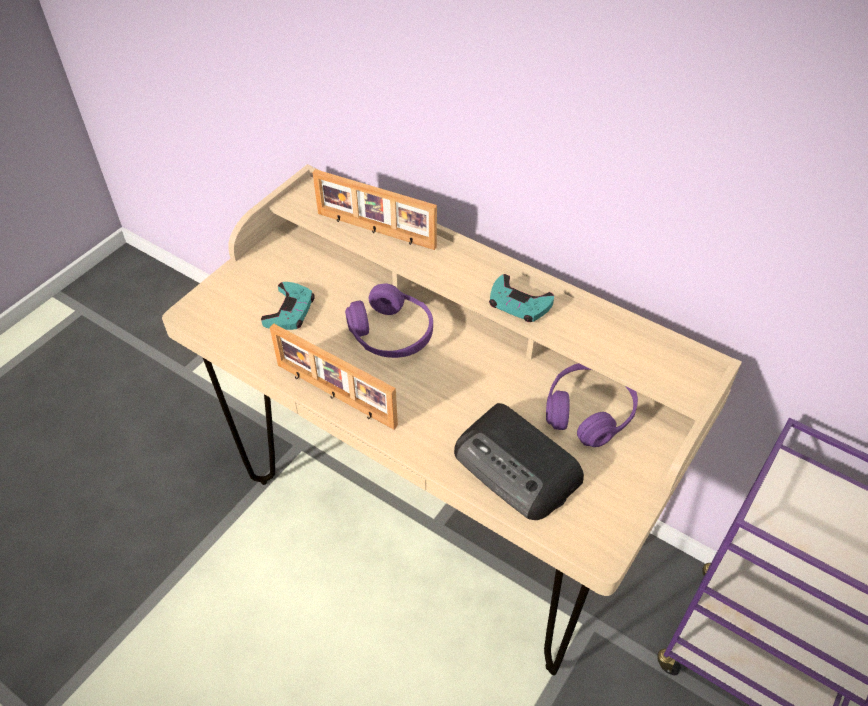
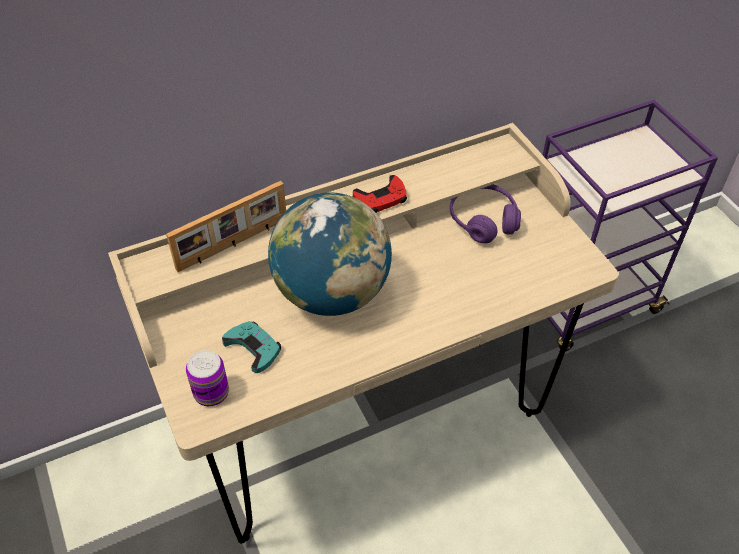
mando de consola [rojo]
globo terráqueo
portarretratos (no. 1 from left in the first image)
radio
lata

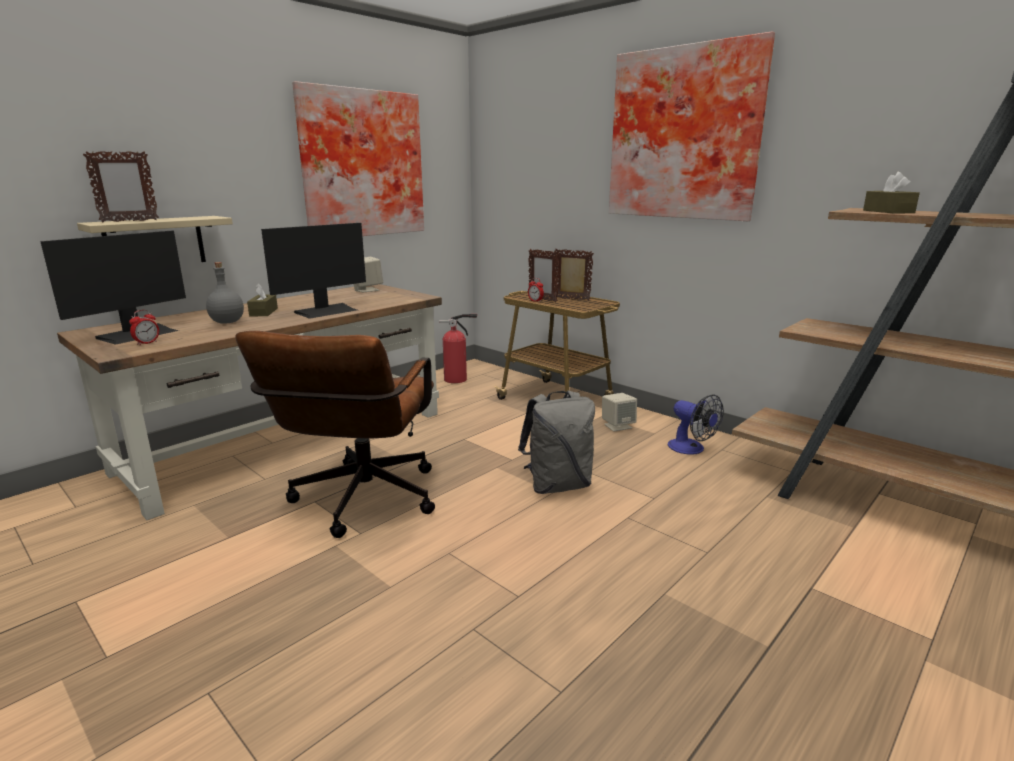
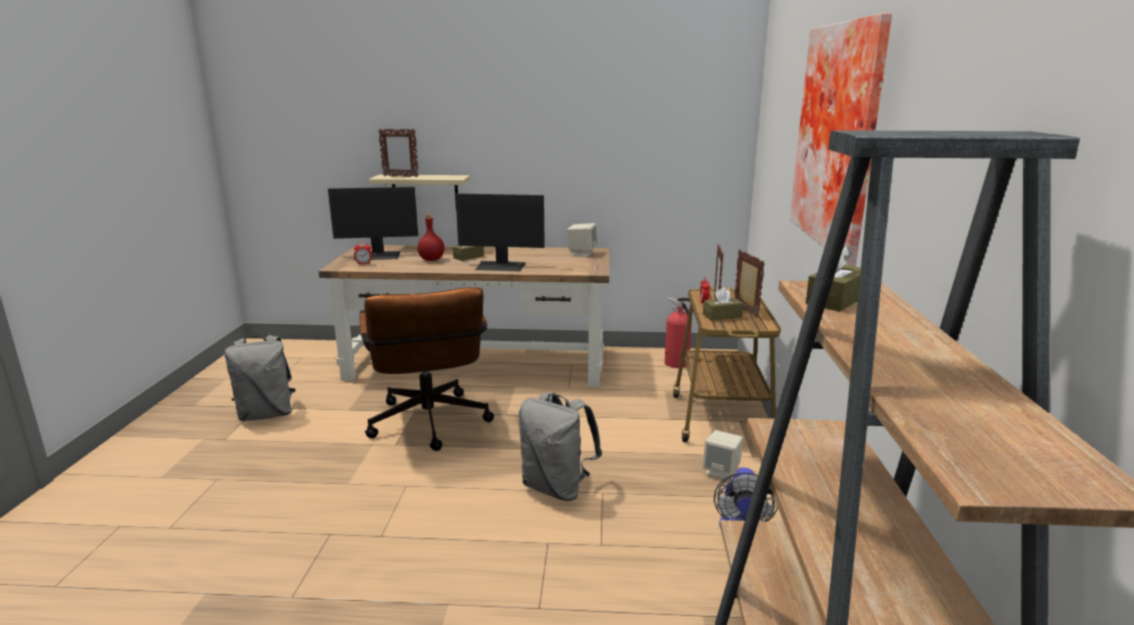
cuadro (no. 1 from left in the first image)
botella [rojo]
silla de oficina [marrón]
caja de pañuelos [marrón] (no. 2 from left)
mochila [gris] (no. 1 from left)

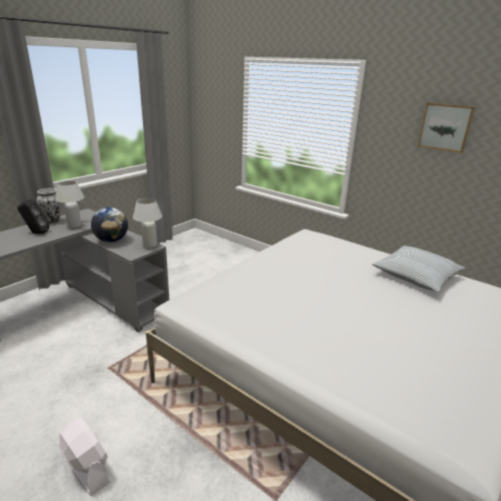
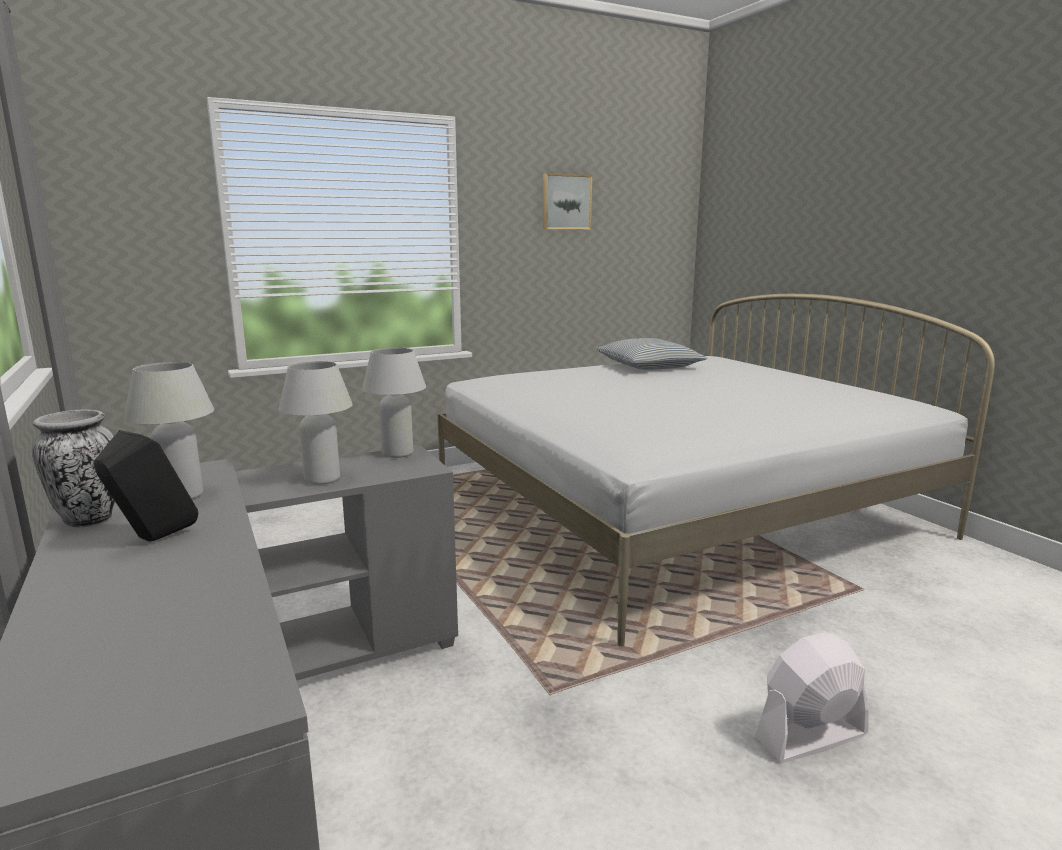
lámpara de mesa [blanco] (no. 2 from left)

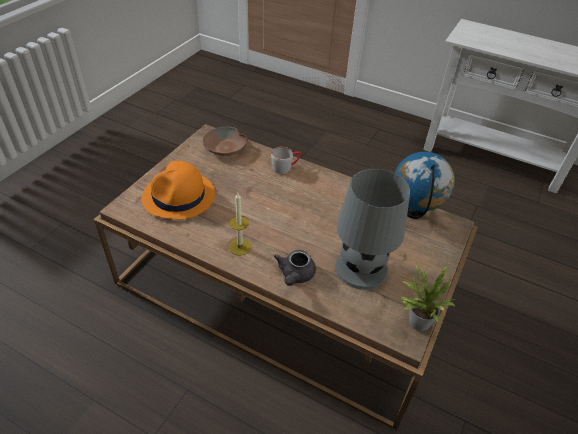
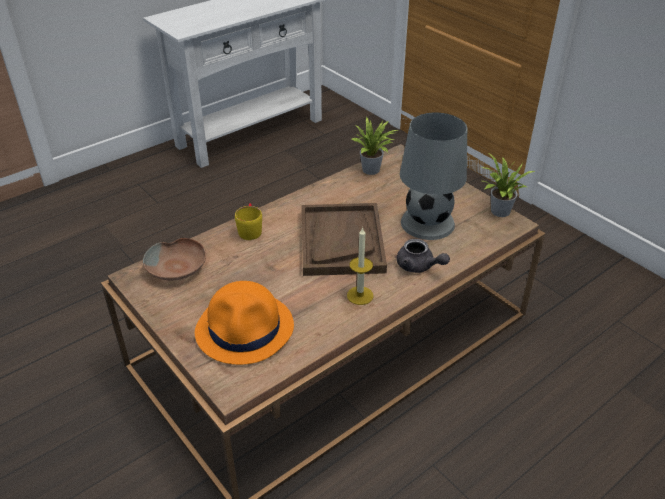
taza grande [amarillo]
planta en maceta (no. 1 from left)
bandeja [marrón]

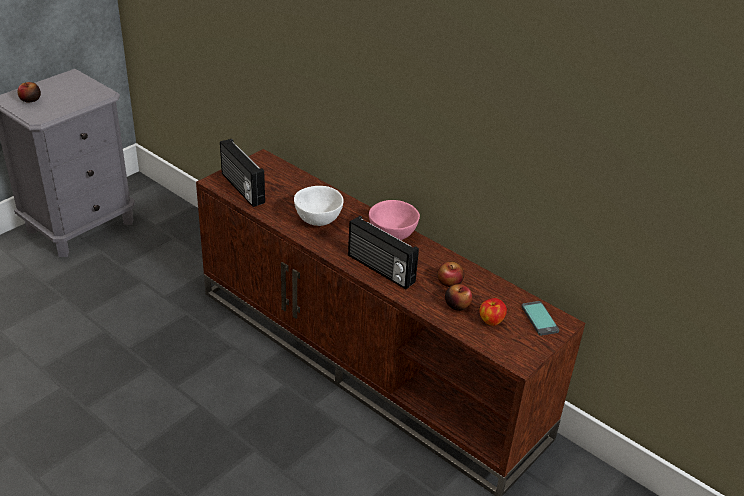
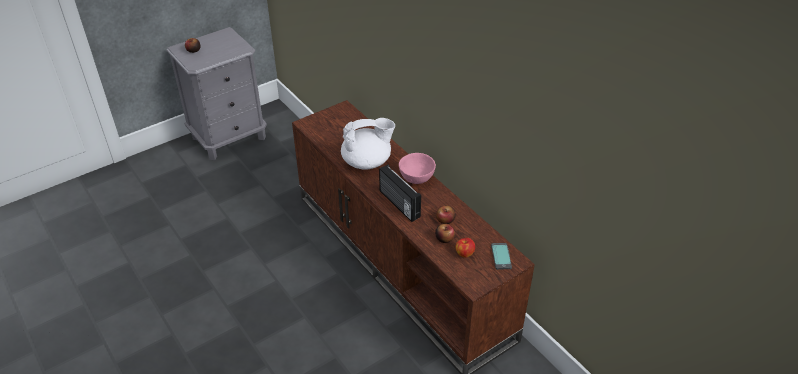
radio (no. 1 from left in the first image)
tetera [blanco]

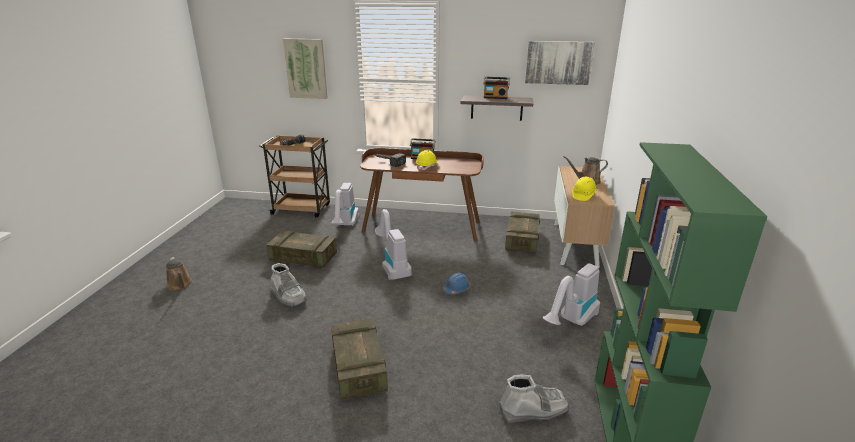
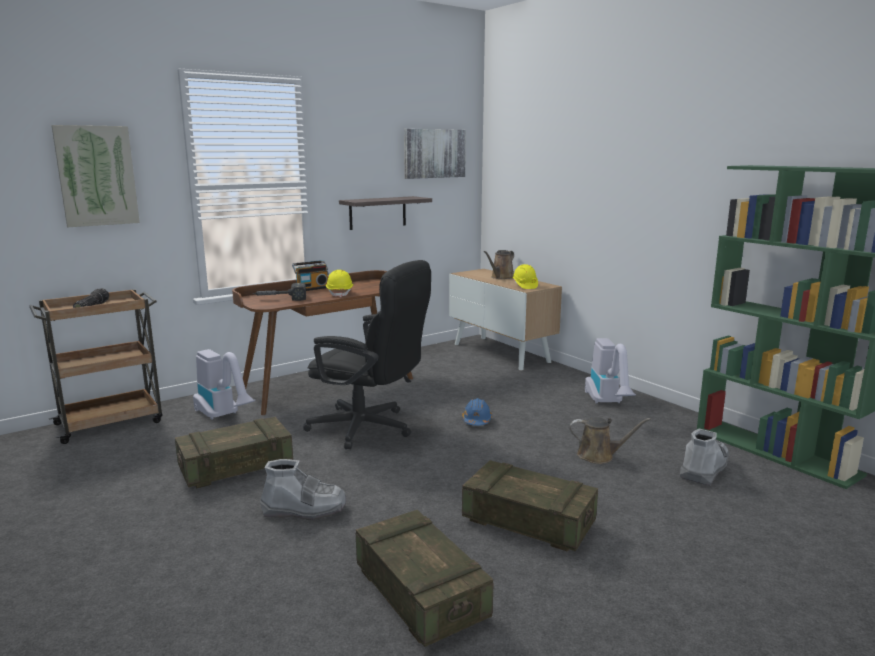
radio (no. 2 from left in the first image)
silla de oficina [negro]
caja de embalaje (no. 2 from left)
regadera [marrón] (no. 2 from left)

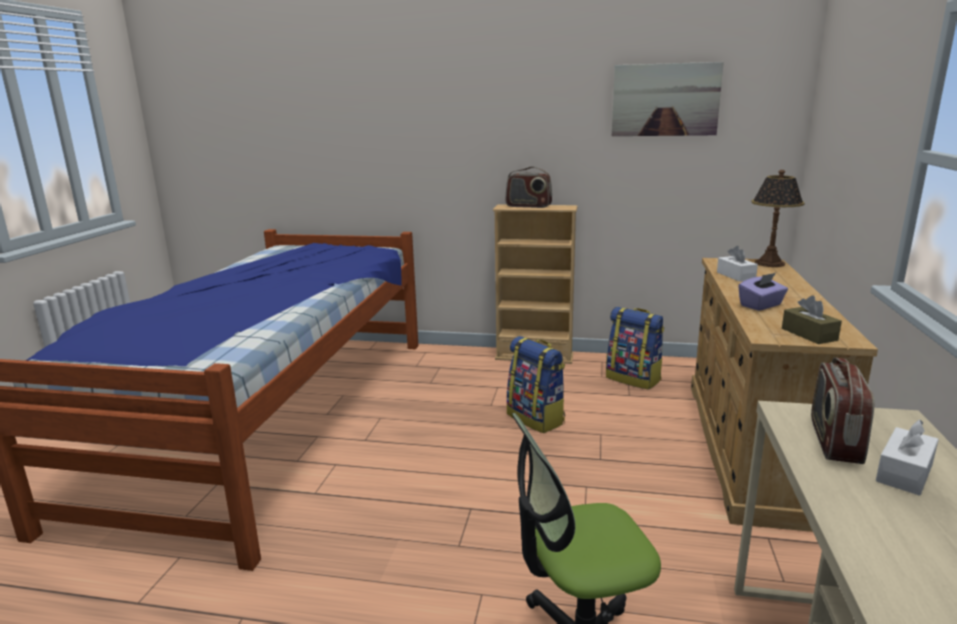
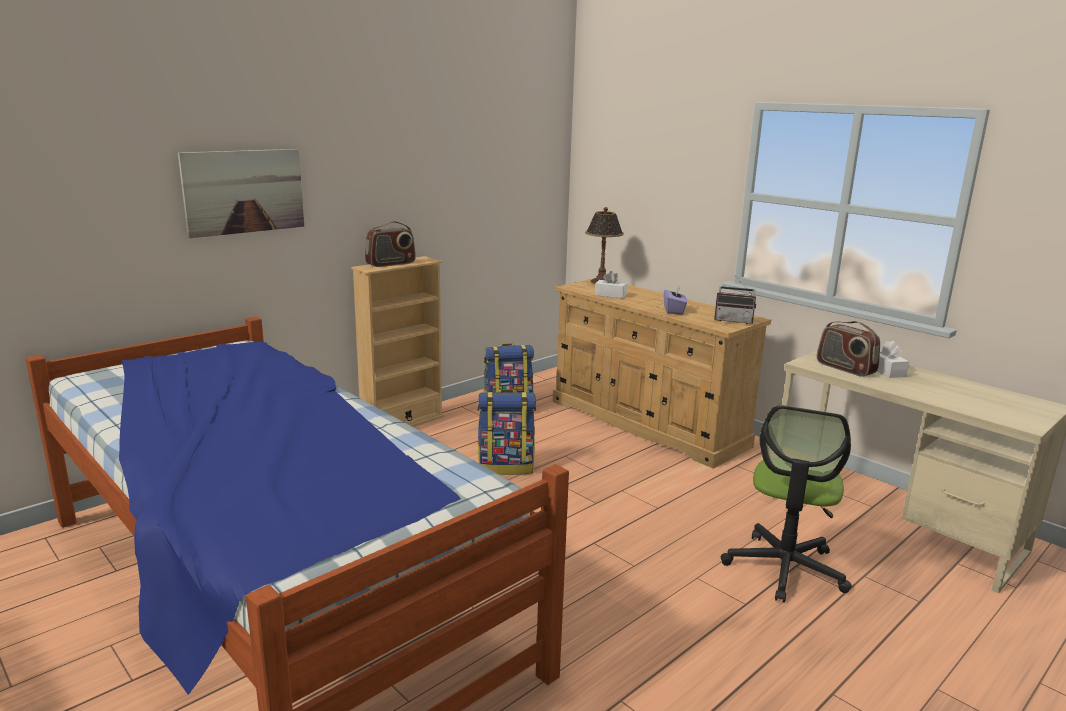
cuadro
radio (no. 2 from left)

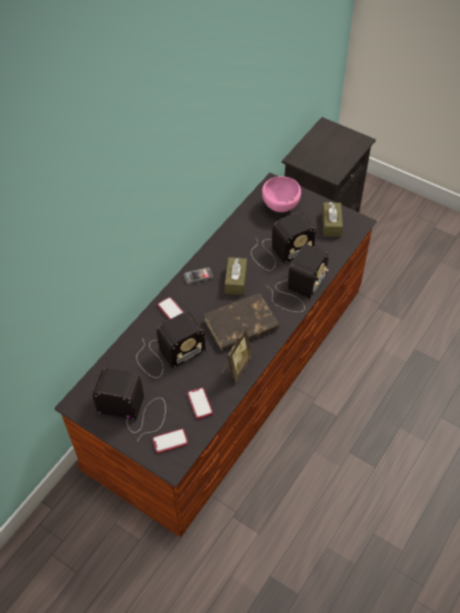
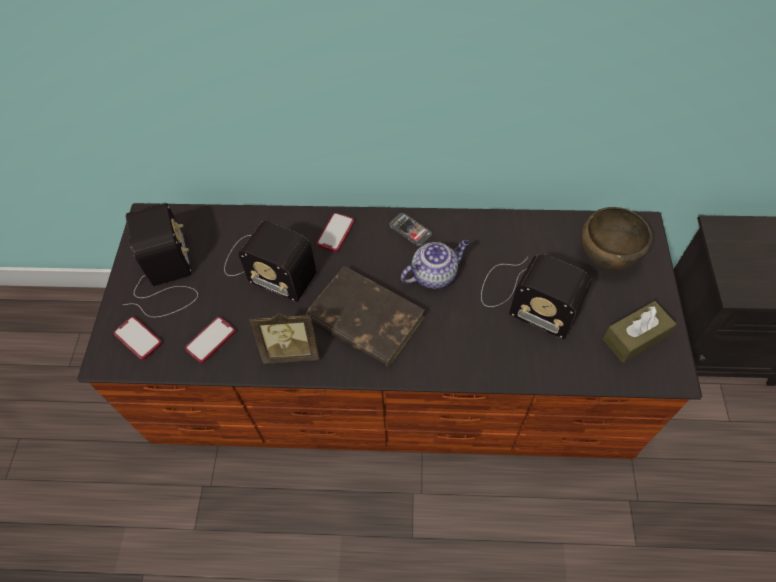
cuenco [marrón]
radio (no. 4 from left in the first image)
tetera

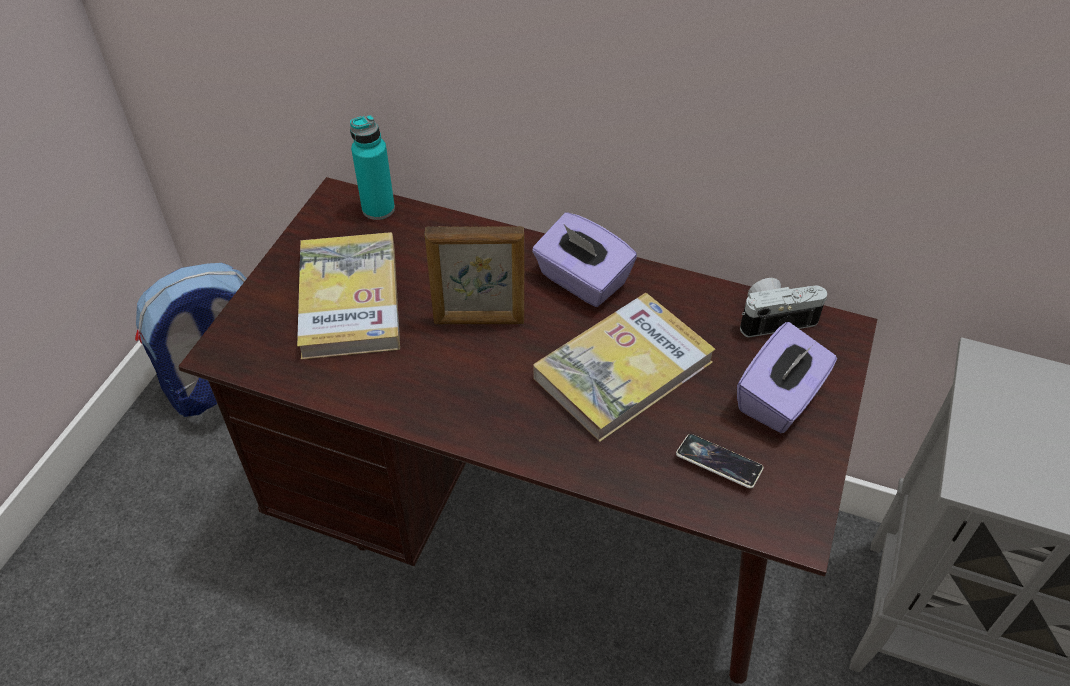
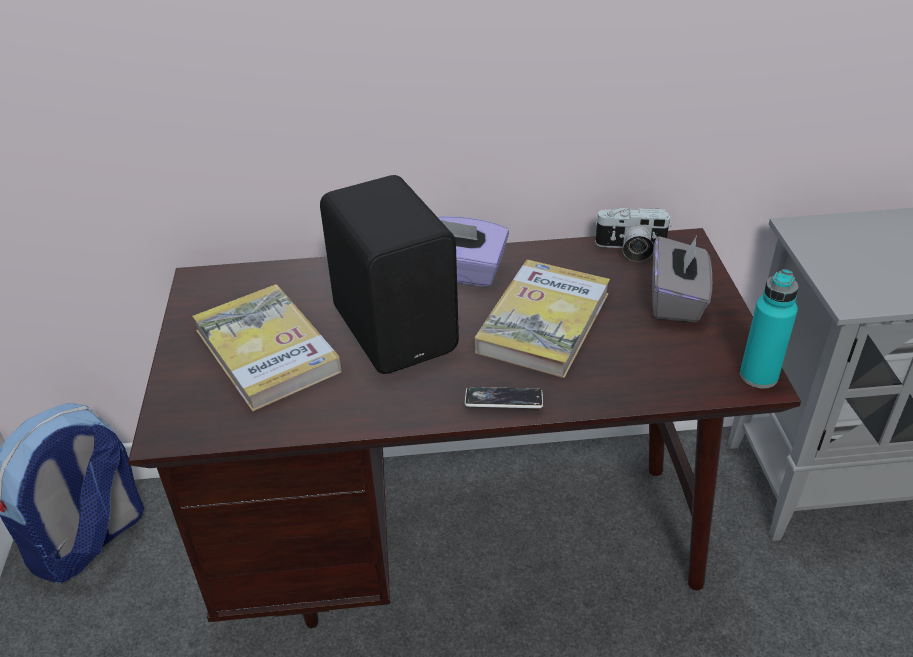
botella [turquesa]
altavoz [negro]
cámara
caja de pañuelos [gris]
móvil

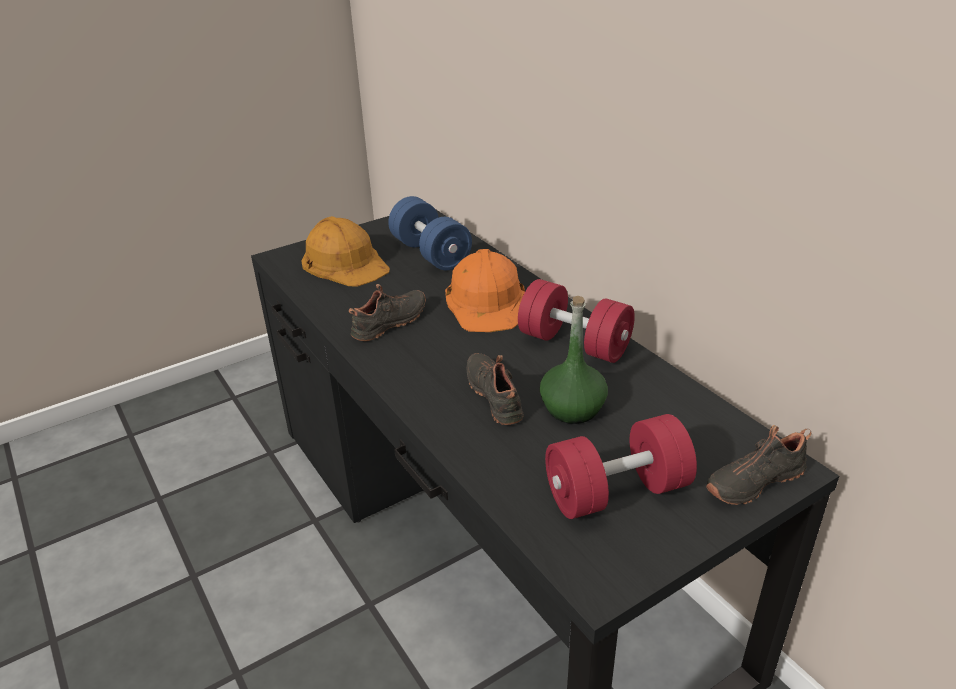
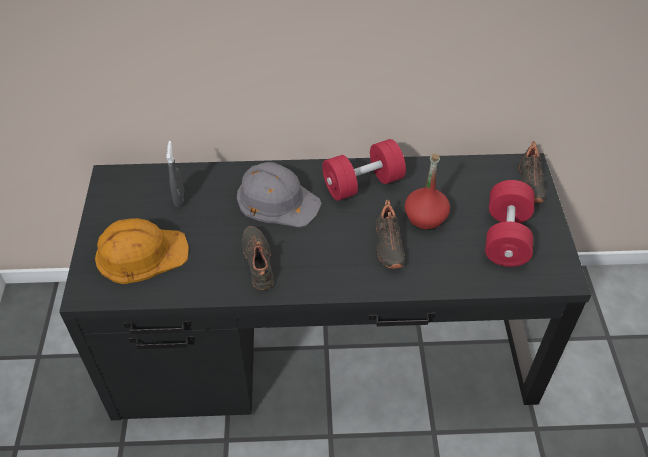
pulverizador [gris]
casco [gris]
botella [rojo]
zapato [negro] (no. 2 from left)

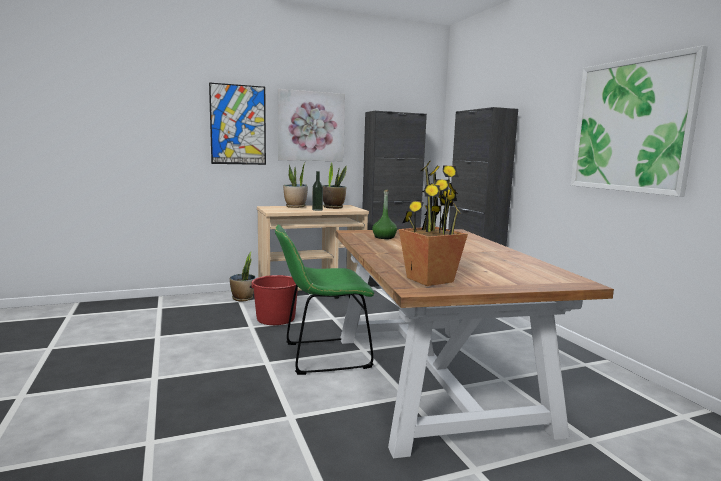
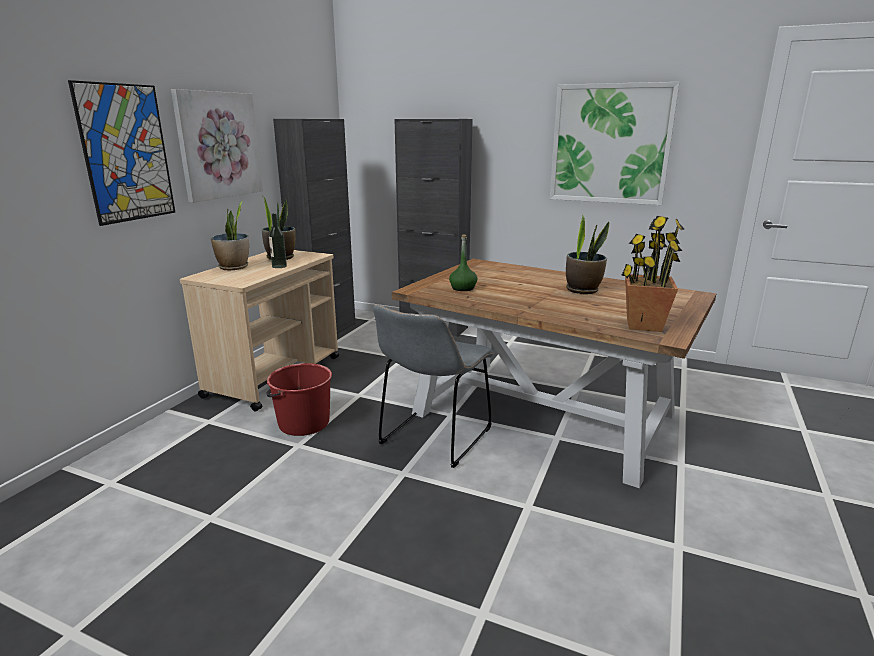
silla [gris]
planta en maceta (no. 3 from left)

